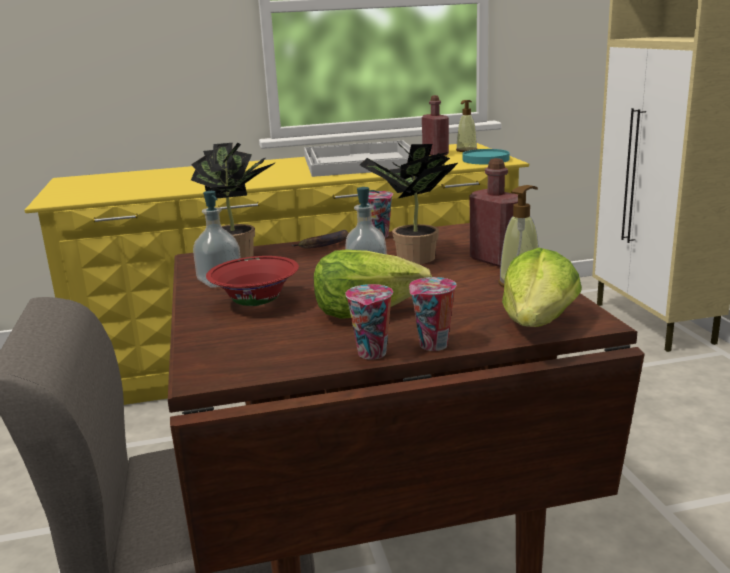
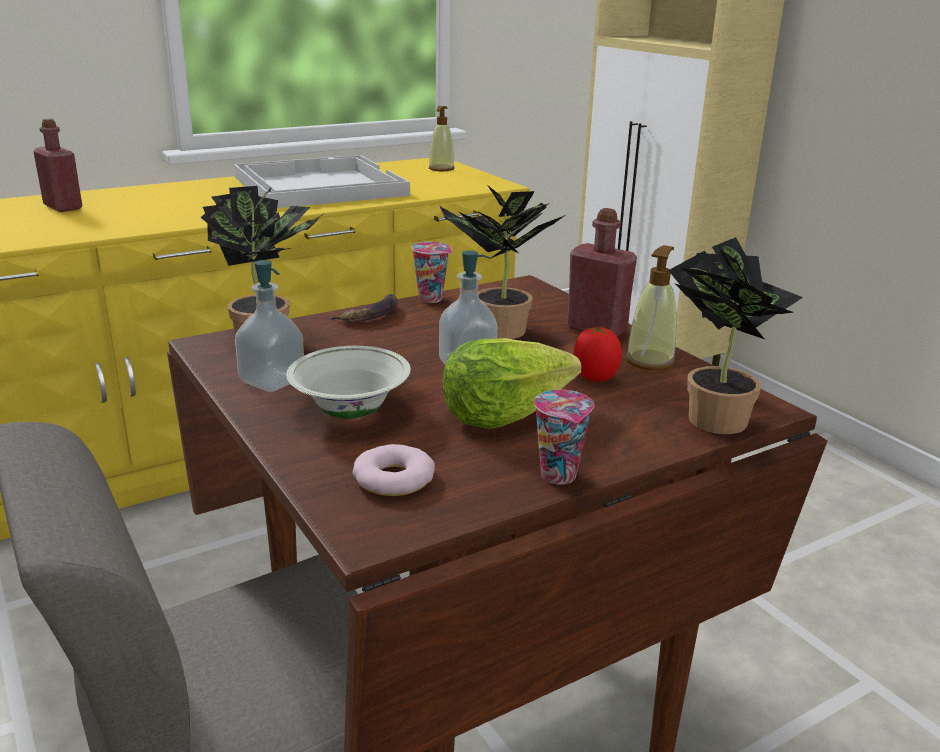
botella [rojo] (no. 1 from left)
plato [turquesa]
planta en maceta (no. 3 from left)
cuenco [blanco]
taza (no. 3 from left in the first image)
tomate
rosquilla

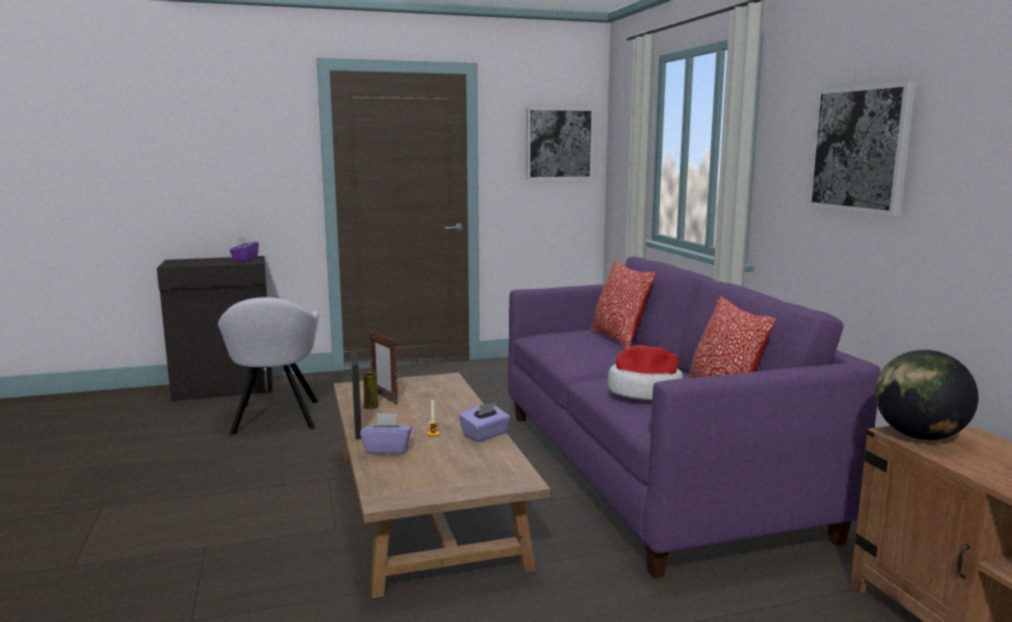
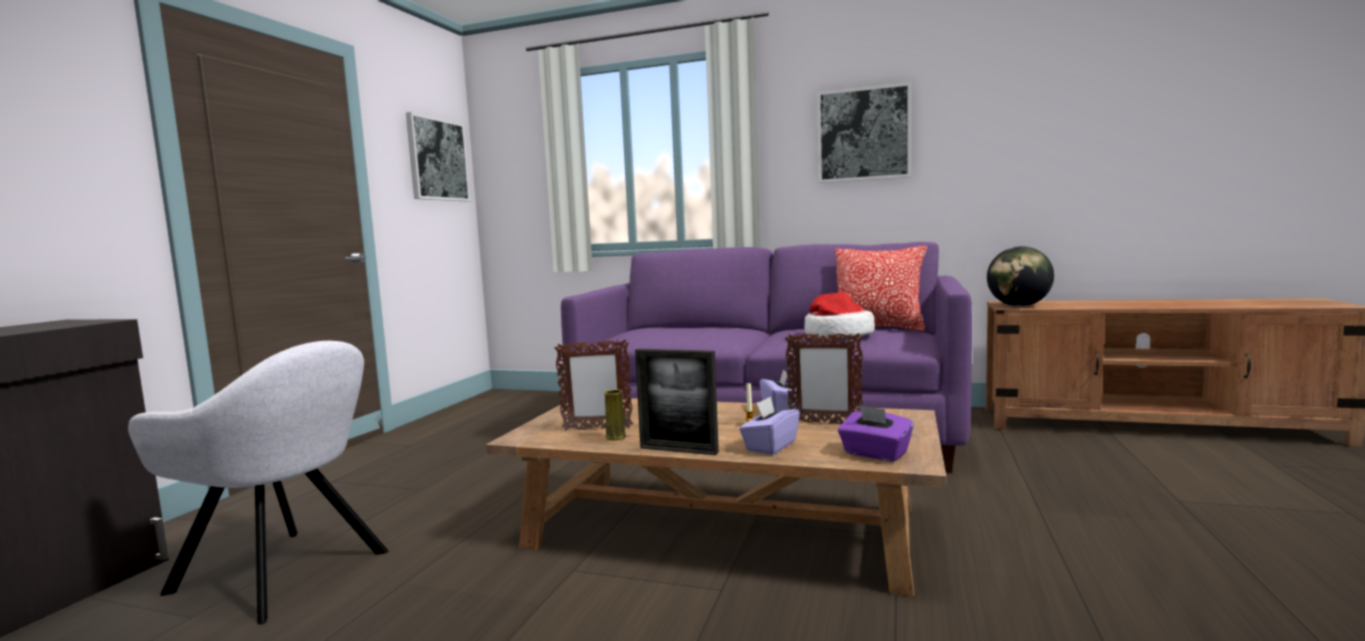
caja de pañuelos [morado] (no. 3 from left)
cojín (no. 1 from left in the first image)
portarretratos (no. 3 from left)

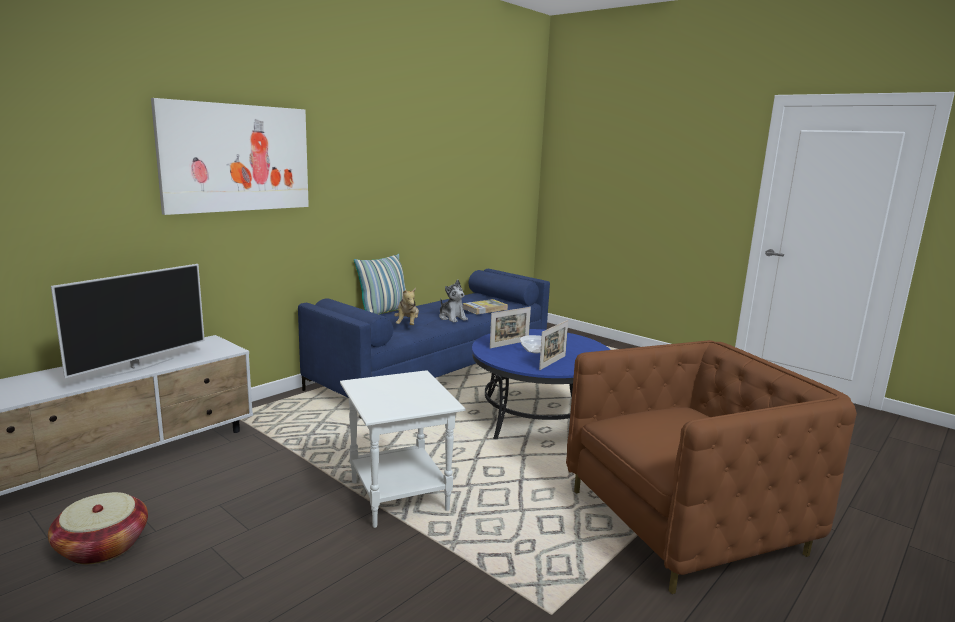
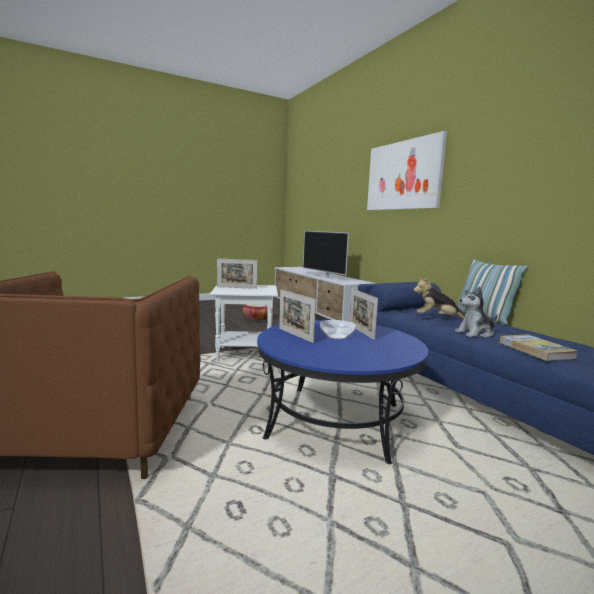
portarretratos (no. 1 from left)

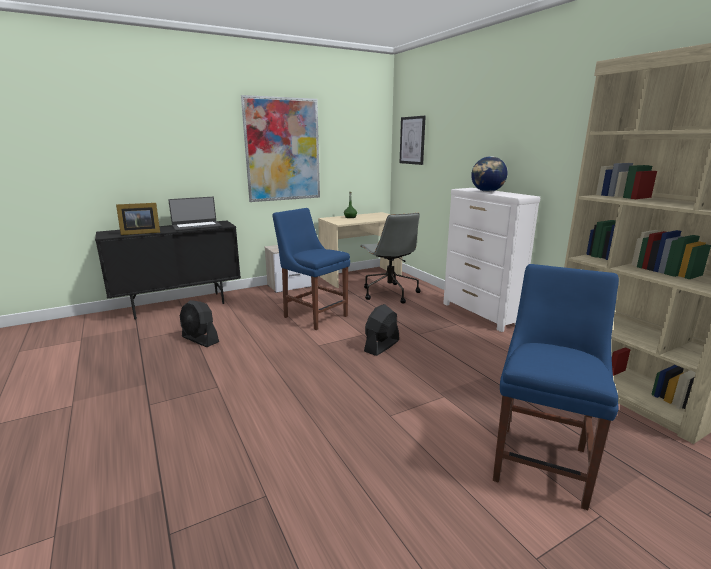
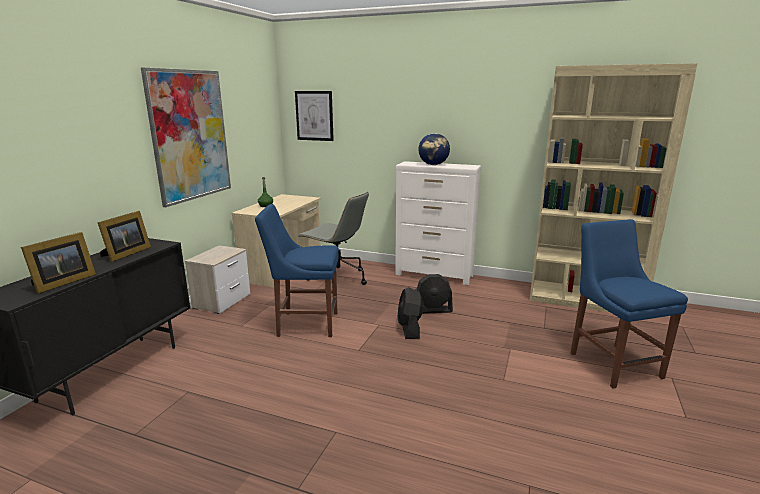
portarretratos (no. 2 from left)
ventilador [negro] (no. 2 from left)

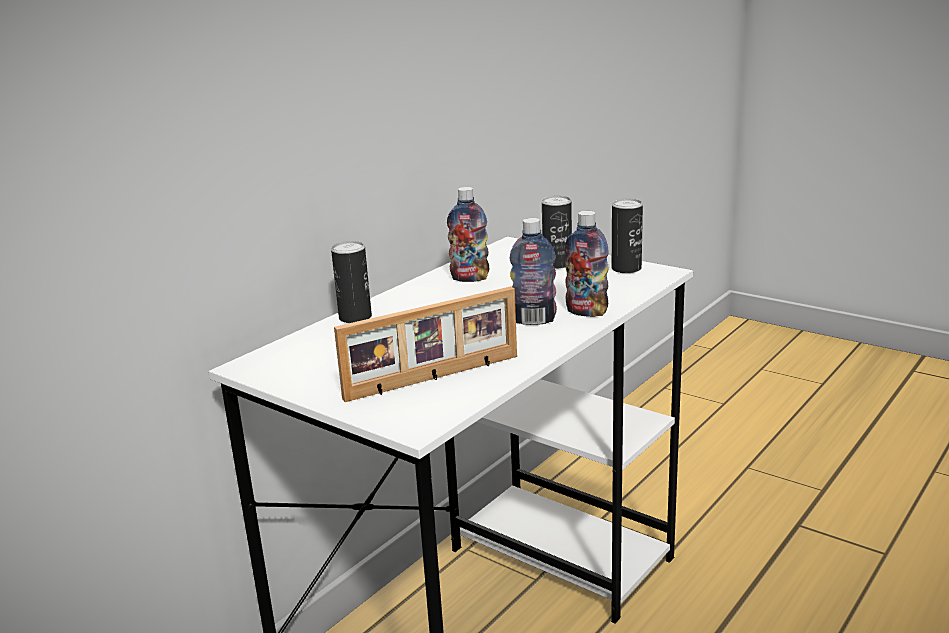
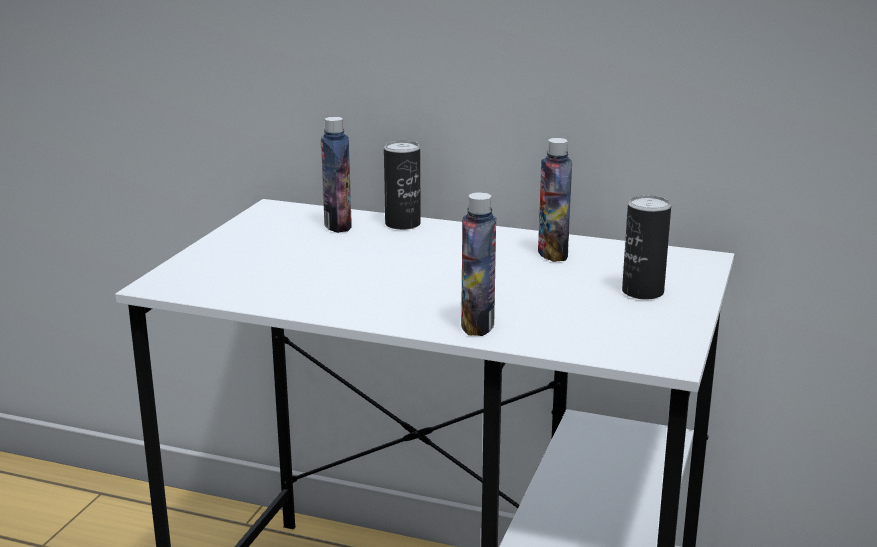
lata (no. 3 from left in the first image)
botella (no. 1 from left)
portarretratos

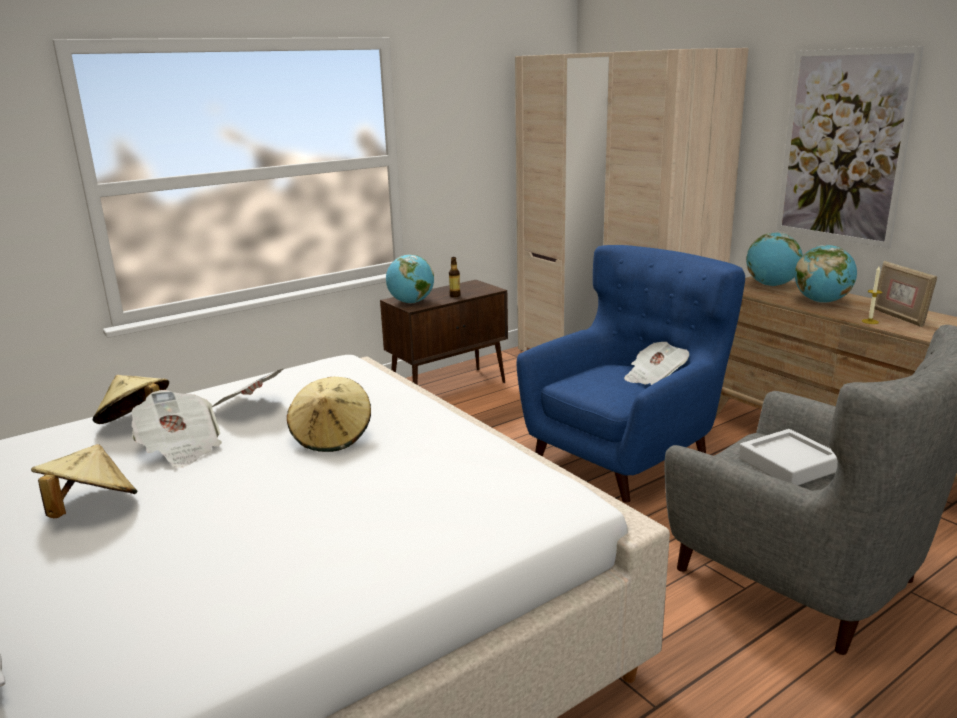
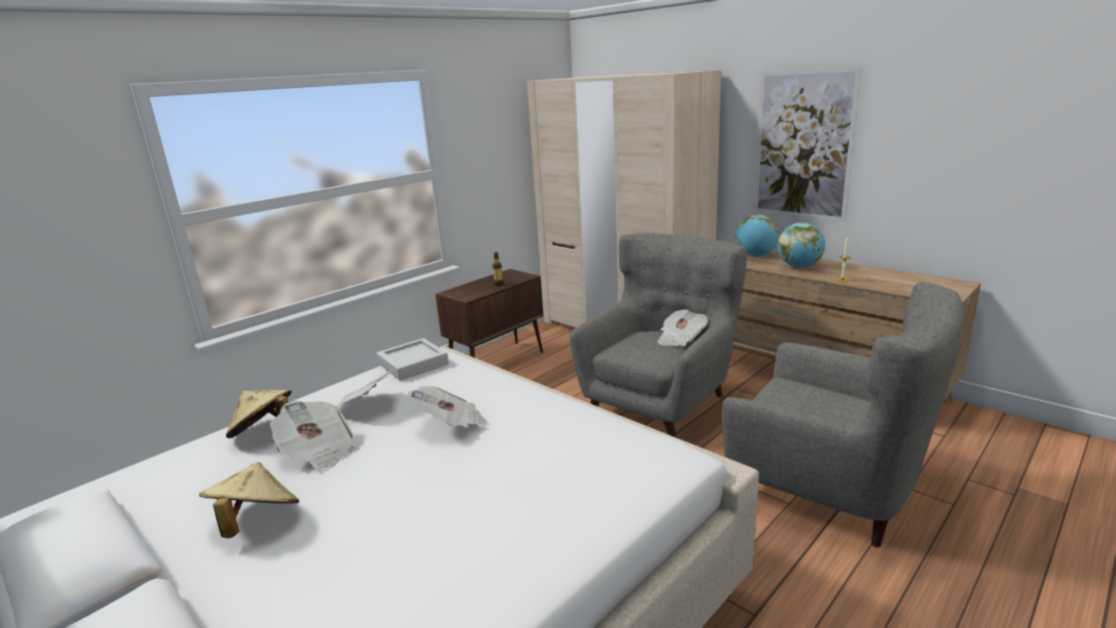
sillón [gris] (no. 1 from left)
globo terráqueo (no. 1 from left in the first image)
portarretratos
periódico (no. 3 from left)
bandeja [gris]

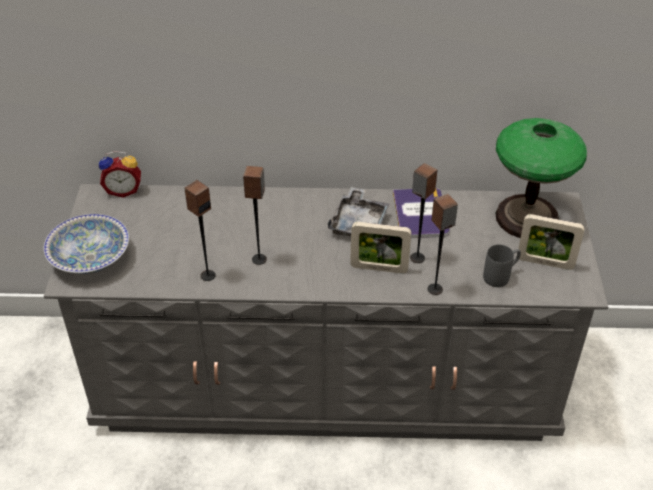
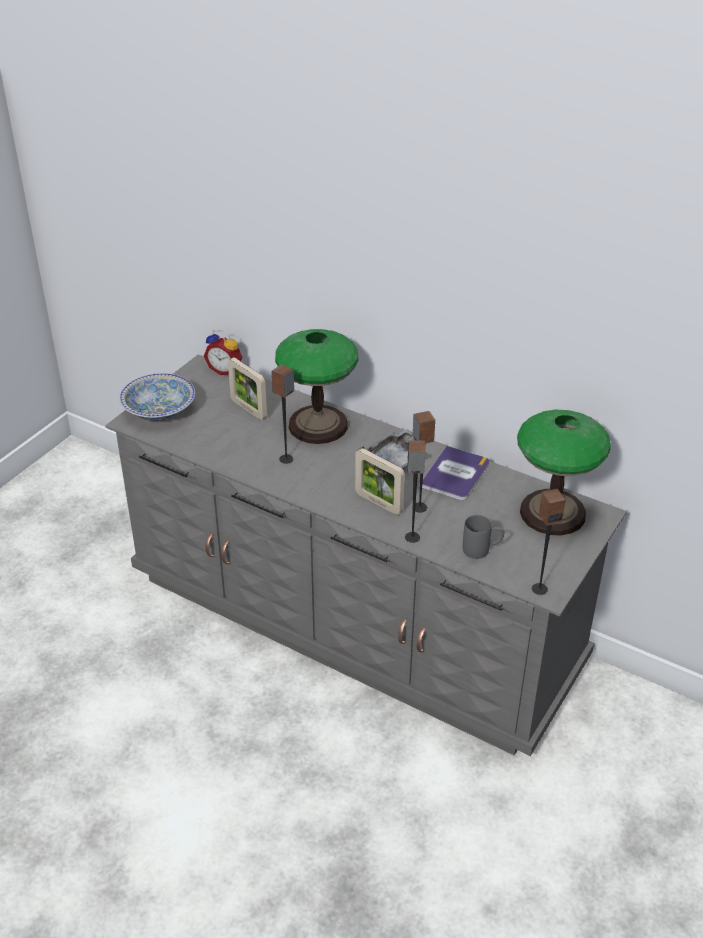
altavoz (no. 4 from left)
portarretratos (no. 1 from left)
lámpara de mesa (no. 1 from left)

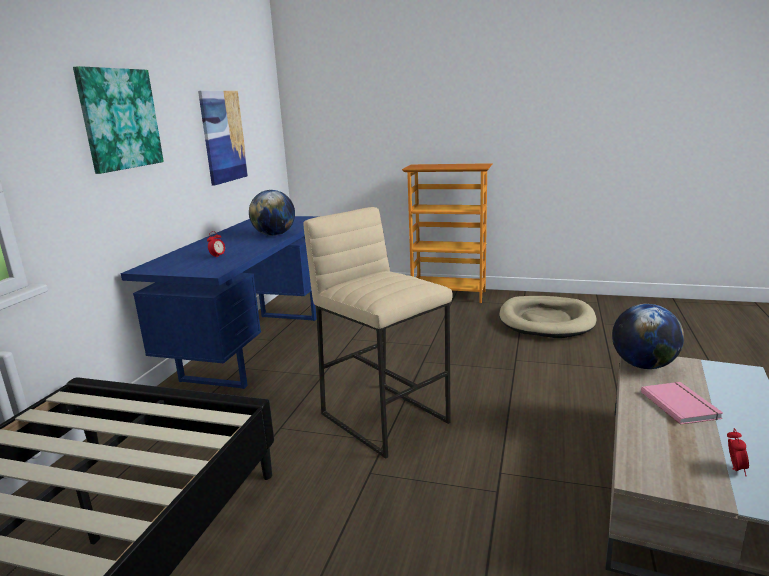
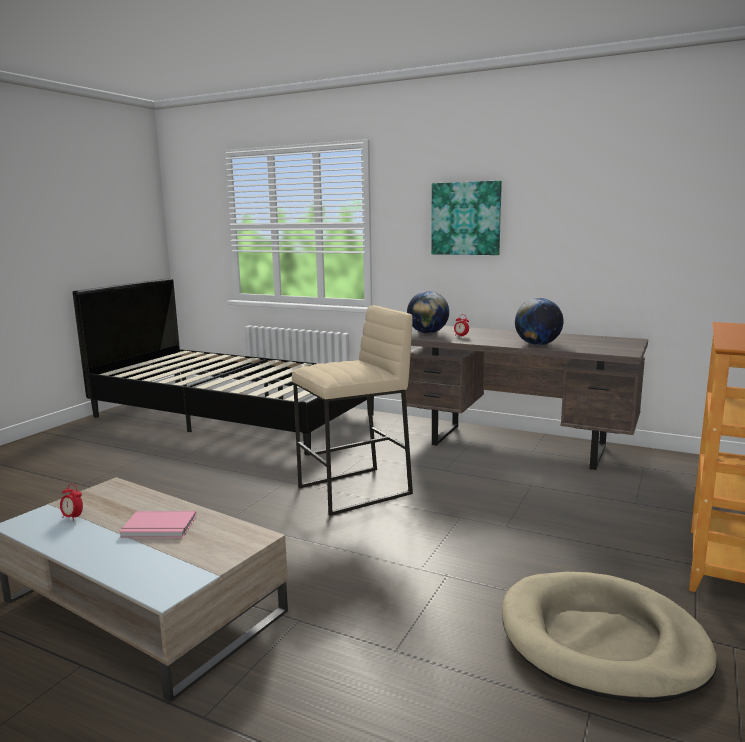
cuadro (no. 2 from left in the first image)
escritorio [marrón]
globo terráqueo (no. 1 from left)

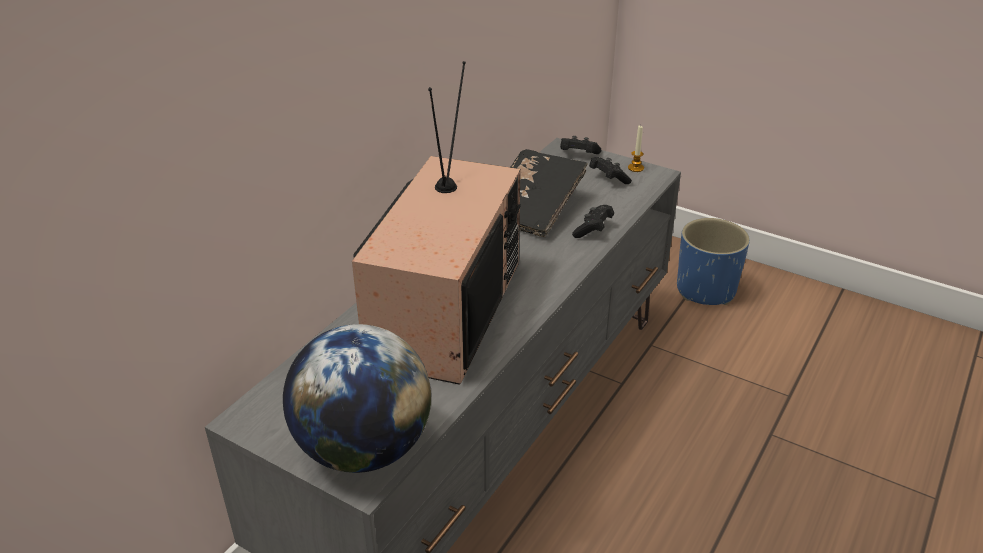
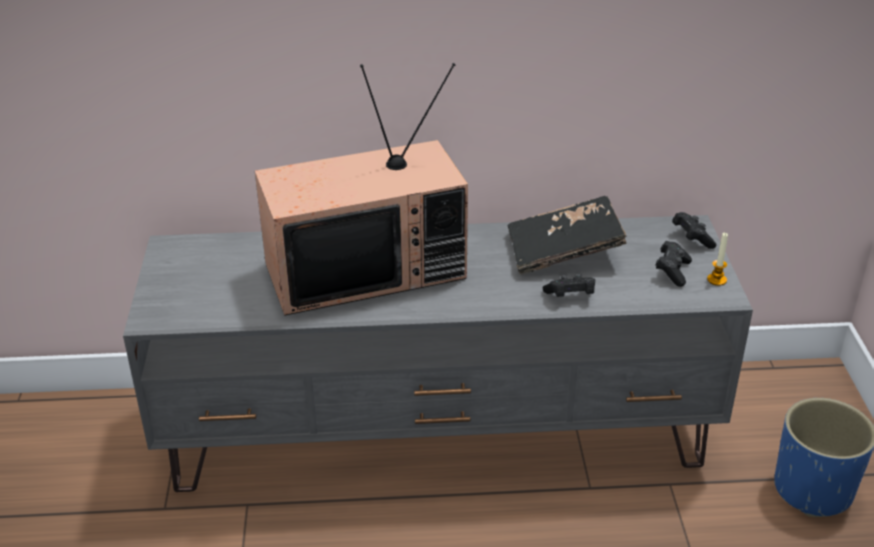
globo terráqueo

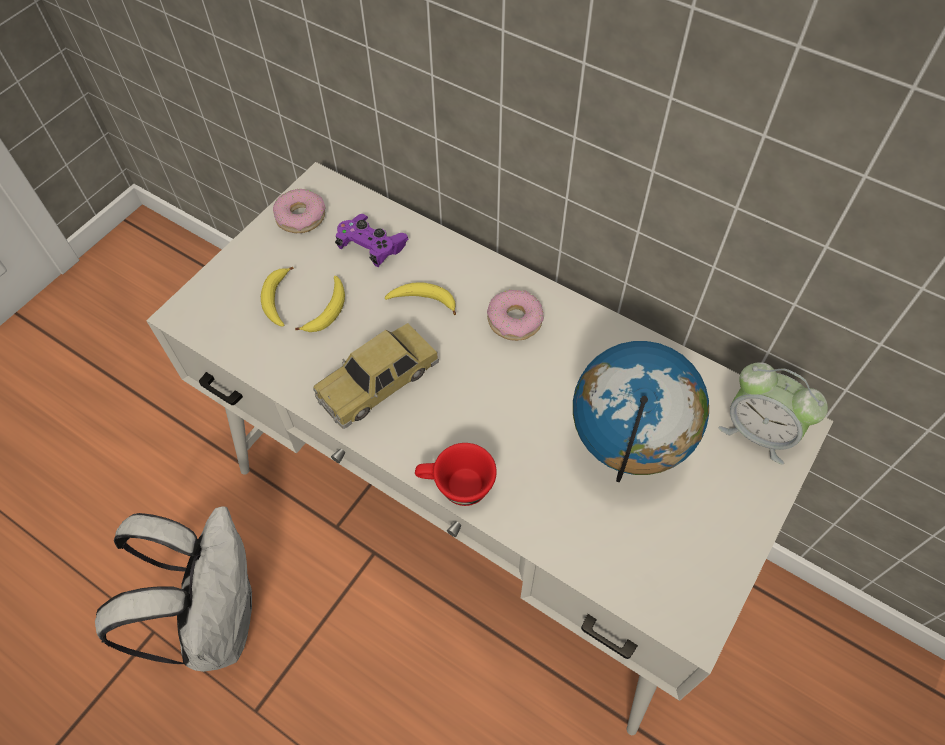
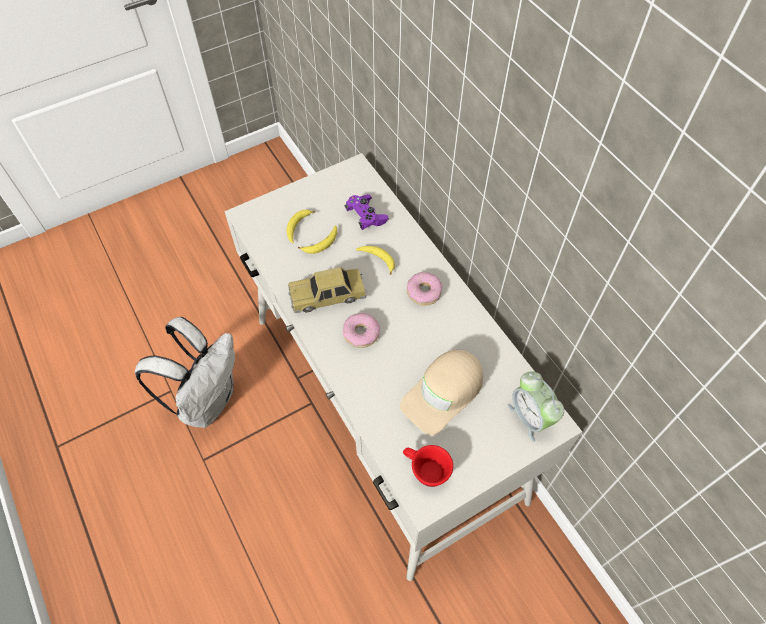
rosquilla (no. 1 from left)
gorra [beis]
taza [rojo]

